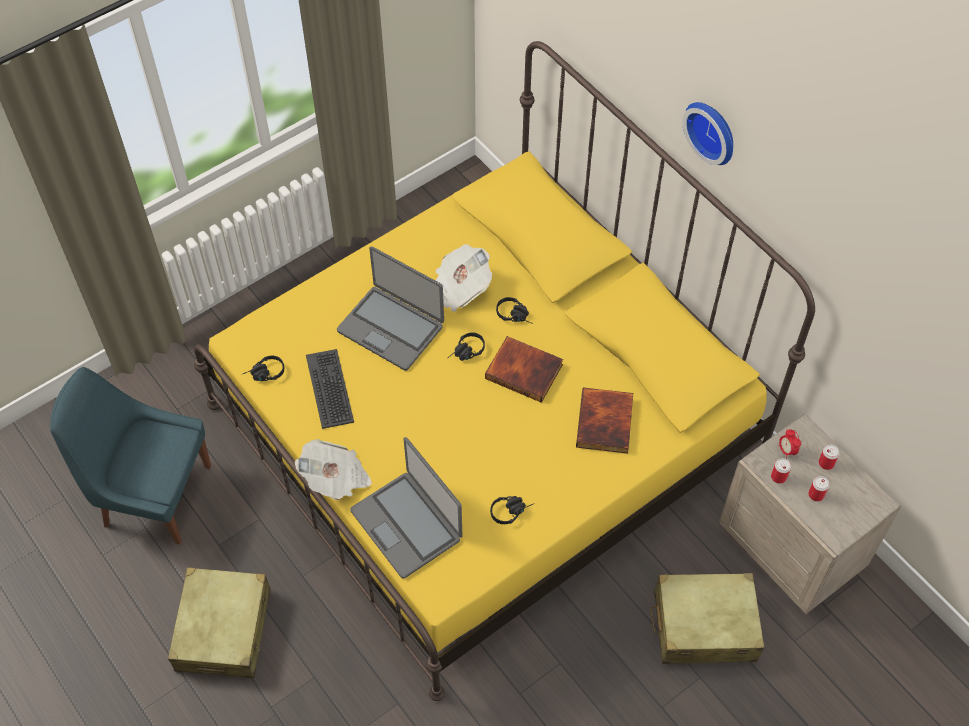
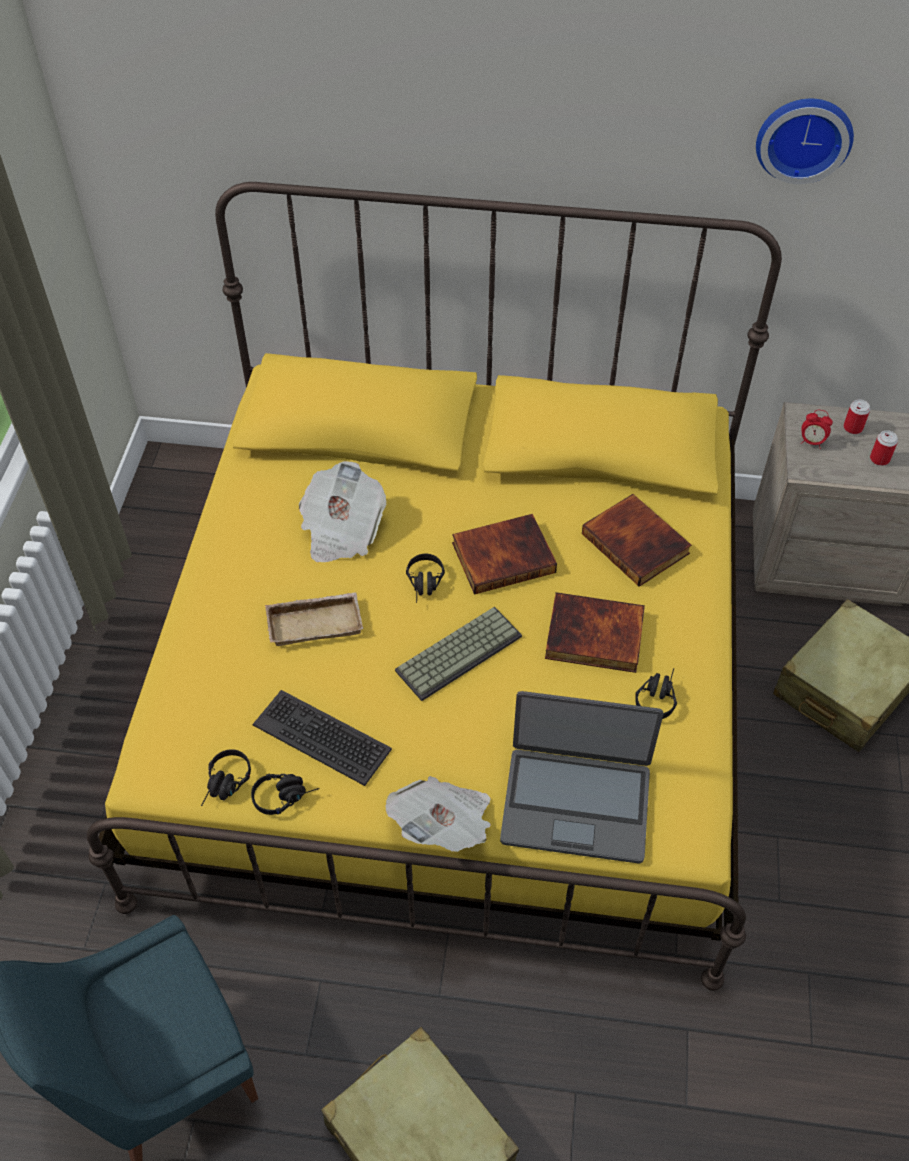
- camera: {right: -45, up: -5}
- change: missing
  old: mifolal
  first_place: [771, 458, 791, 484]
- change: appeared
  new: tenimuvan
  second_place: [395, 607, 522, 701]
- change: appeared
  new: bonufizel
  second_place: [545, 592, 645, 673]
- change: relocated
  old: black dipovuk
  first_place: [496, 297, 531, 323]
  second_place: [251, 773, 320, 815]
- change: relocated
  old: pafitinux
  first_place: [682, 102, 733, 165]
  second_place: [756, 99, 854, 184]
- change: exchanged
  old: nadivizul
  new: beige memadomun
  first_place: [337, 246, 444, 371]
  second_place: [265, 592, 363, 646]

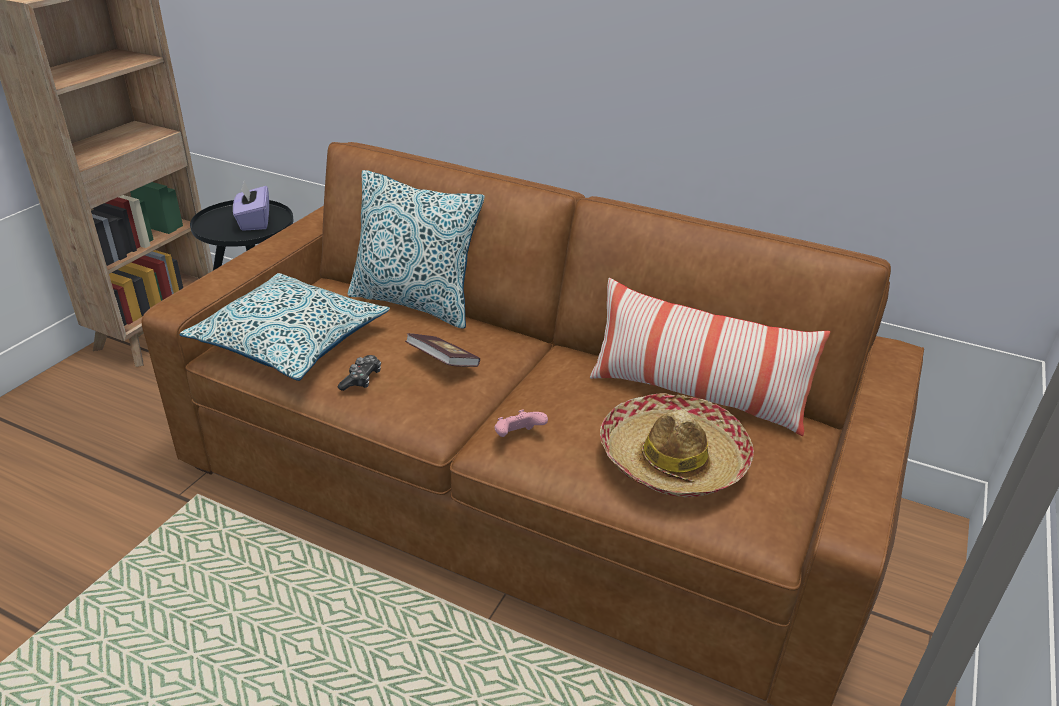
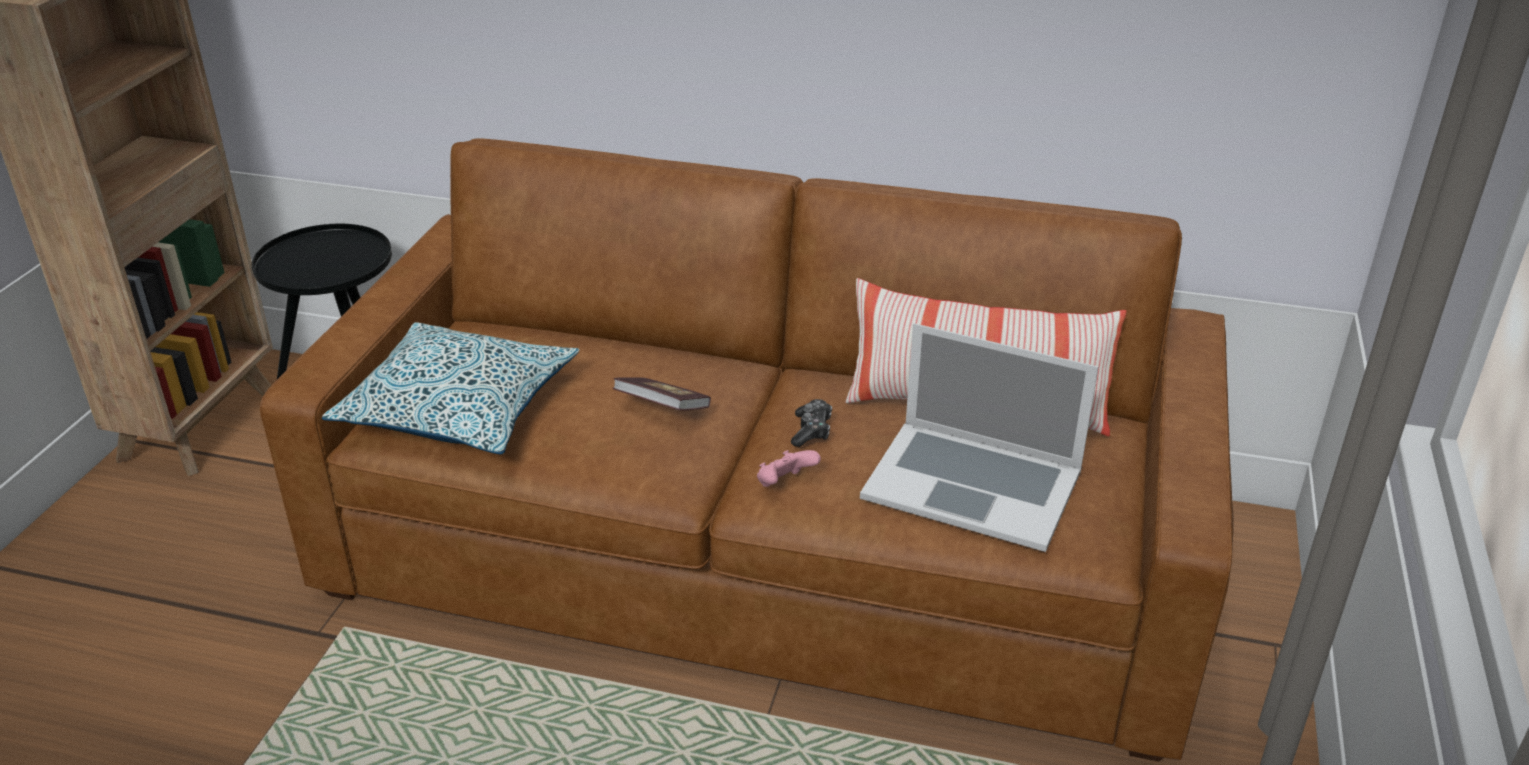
- camera: {right: -10, up: 0}
- change: missing
  old: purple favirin
  first_place: [233, 181, 269, 231]
- change: missing
  old: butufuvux
  first_place: [348, 170, 485, 329]
- change: relocated
  old: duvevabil
  first_place: [338, 355, 381, 391]
  second_place: [791, 399, 832, 447]
- change: exchanged
  old: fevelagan
  new: nadivizul
  first_place: [600, 393, 754, 497]
  second_place: [860, 323, 1098, 552]

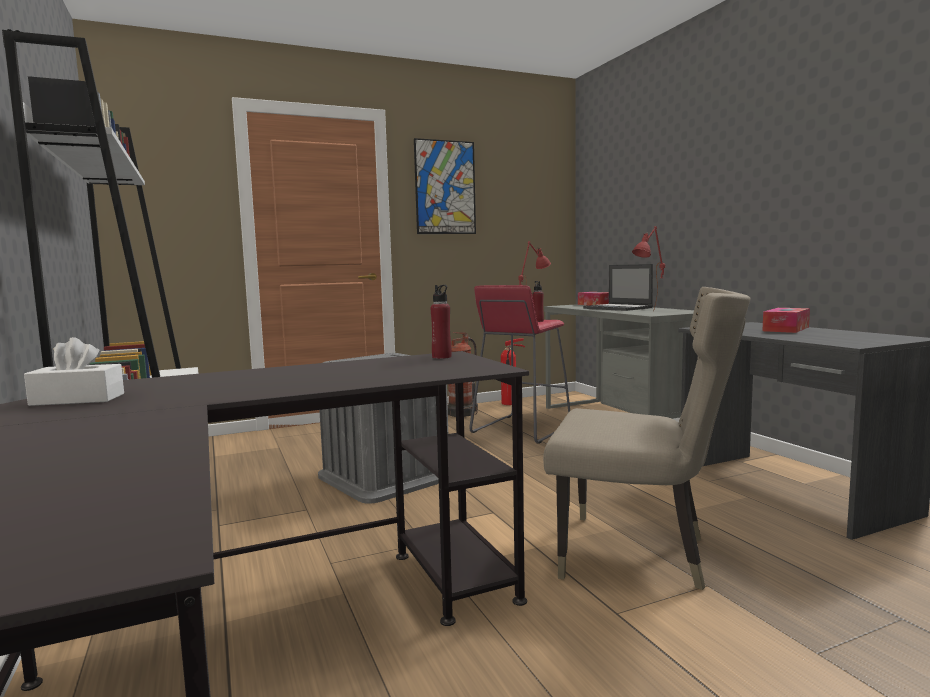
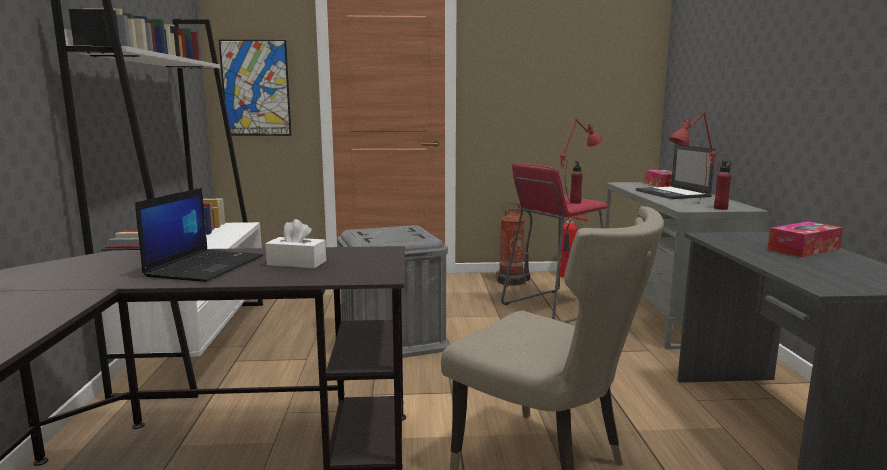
- camera: {right: 20, up: 5}
- change: appeared
  new: nadivizul
  second_place: [135, 188, 263, 282]
- change: relocated
  old: white favirin
  first_place: [24, 337, 124, 406]
  second_place: [265, 219, 326, 268]
- change: relocated
  old: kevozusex
  first_place: [414, 138, 476, 234]
  second_place: [219, 40, 291, 136]
- change: relocated
  old: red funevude
  first_place: [430, 285, 452, 359]
  second_place: [714, 161, 732, 210]

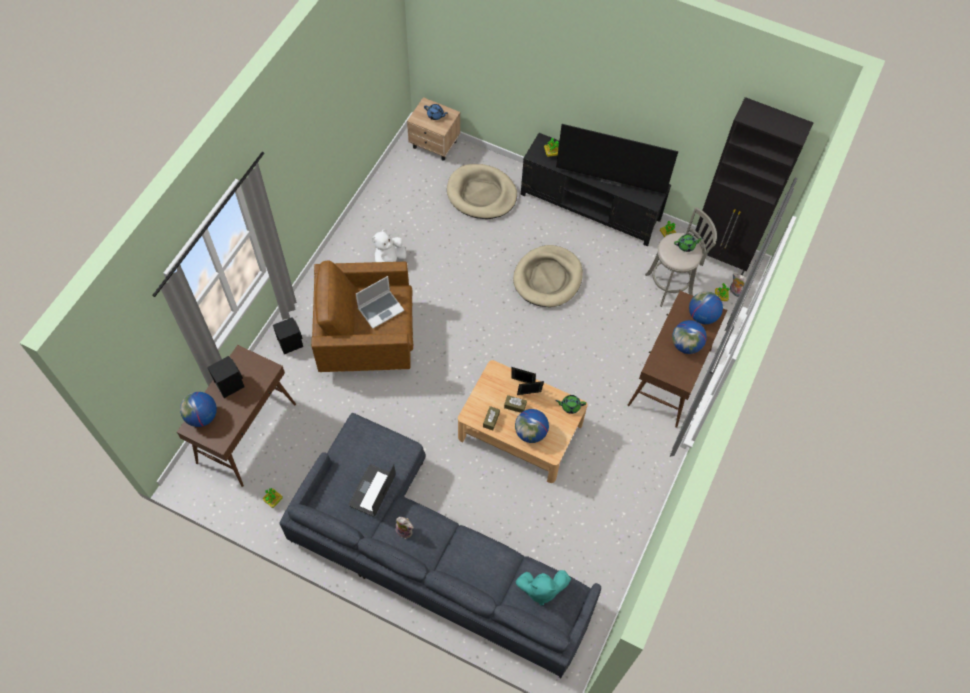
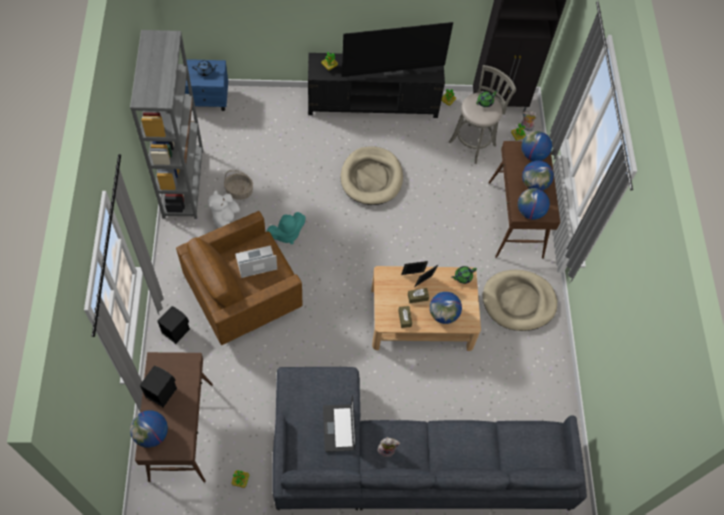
- camera: {right: -30, up: 0}
- change: appeared
  new: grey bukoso
  second_place: [130, 30, 203, 219]
- change: appeared
  new: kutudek
  second_place: [224, 170, 253, 200]
- change: appeared
  new: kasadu
  second_place: [518, 188, 550, 220]
- change: relocated
  old: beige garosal
  first_place: [447, 164, 517, 219]
  second_place: [483, 270, 557, 331]
- change: relocated
  old: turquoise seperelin
  first_place: [515, 570, 571, 606]
  second_place: [267, 212, 306, 244]
- change: colour
  old: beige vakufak
  new: blue vakufak
  first_place: [407, 97, 460, 161]
  second_place: [185, 59, 228, 111]
- change: spun
  old: nadivizul
  first_place: [356, 276, 404, 329]
  second_place: [235, 245, 277, 278]
  degrees: -135

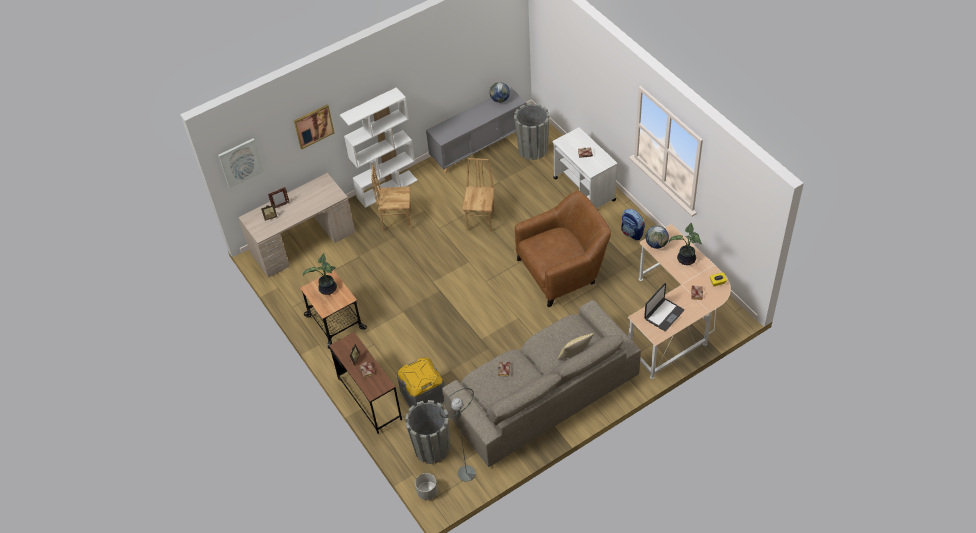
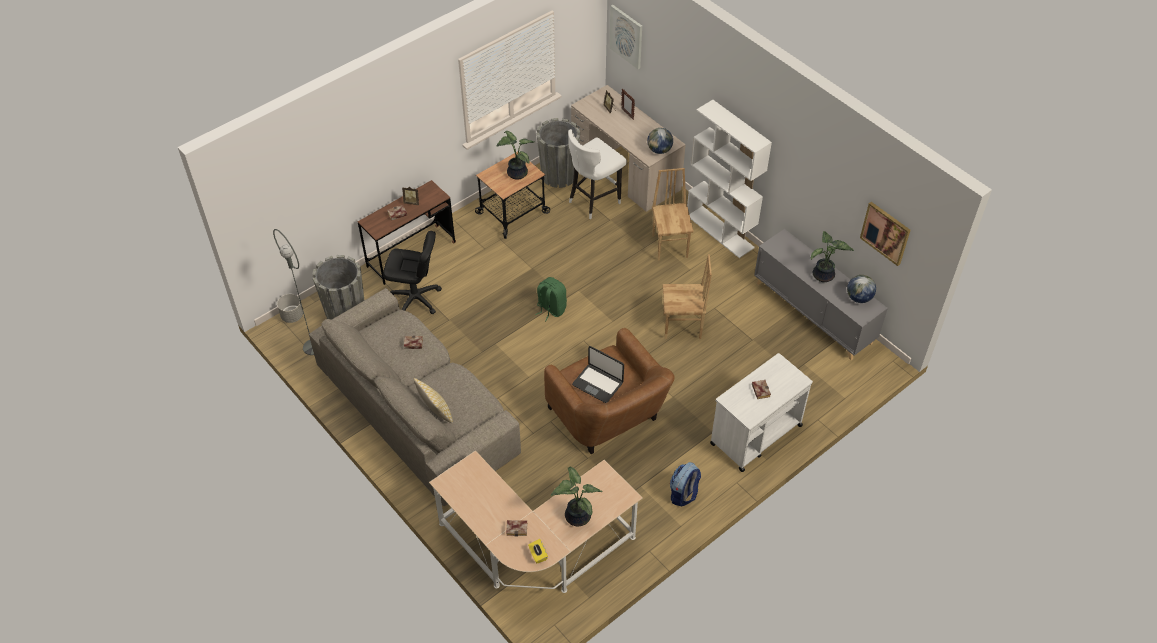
- camera: {right: 80, up: 0}
- change: appeared
  new: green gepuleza
  second_place: [535, 277, 567, 321]
- change: appeared
  new: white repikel
  second_place: [568, 129, 627, 219]
- change: appeared
  new: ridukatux
  second_place: [811, 231, 854, 282]
- change: relocated
  old: kevozusex
  first_place: [294, 105, 334, 149]
  second_place: [860, 202, 910, 266]
- change: relocated
  old: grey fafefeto
  first_place: [514, 103, 550, 160]
  second_place: [536, 118, 580, 188]
- change: relocated
  old: nadivizul
  first_place: [644, 283, 684, 331]
  second_place: [572, 346, 624, 403]
- change: relocated
  old: kasadu
  first_place: [645, 225, 669, 249]
  second_place: [647, 128, 673, 154]
- change: exchanged
  old: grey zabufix
  new: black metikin
  first_place: [397, 357, 444, 407]
  second_place: [383, 231, 442, 314]

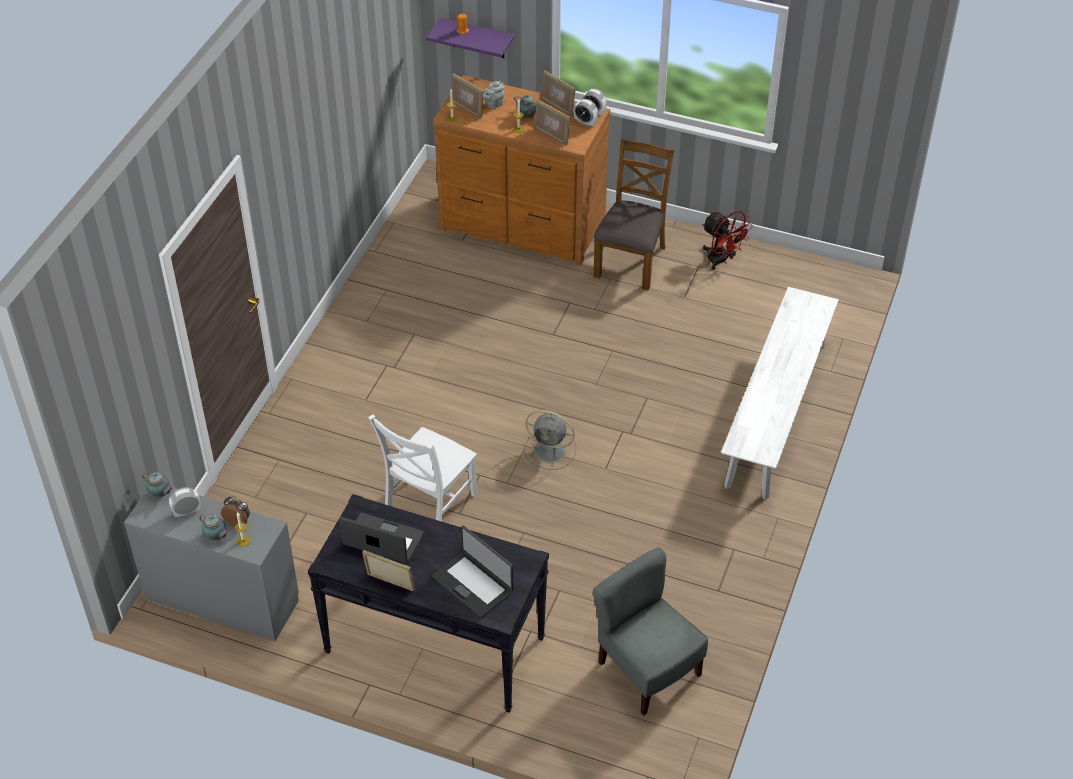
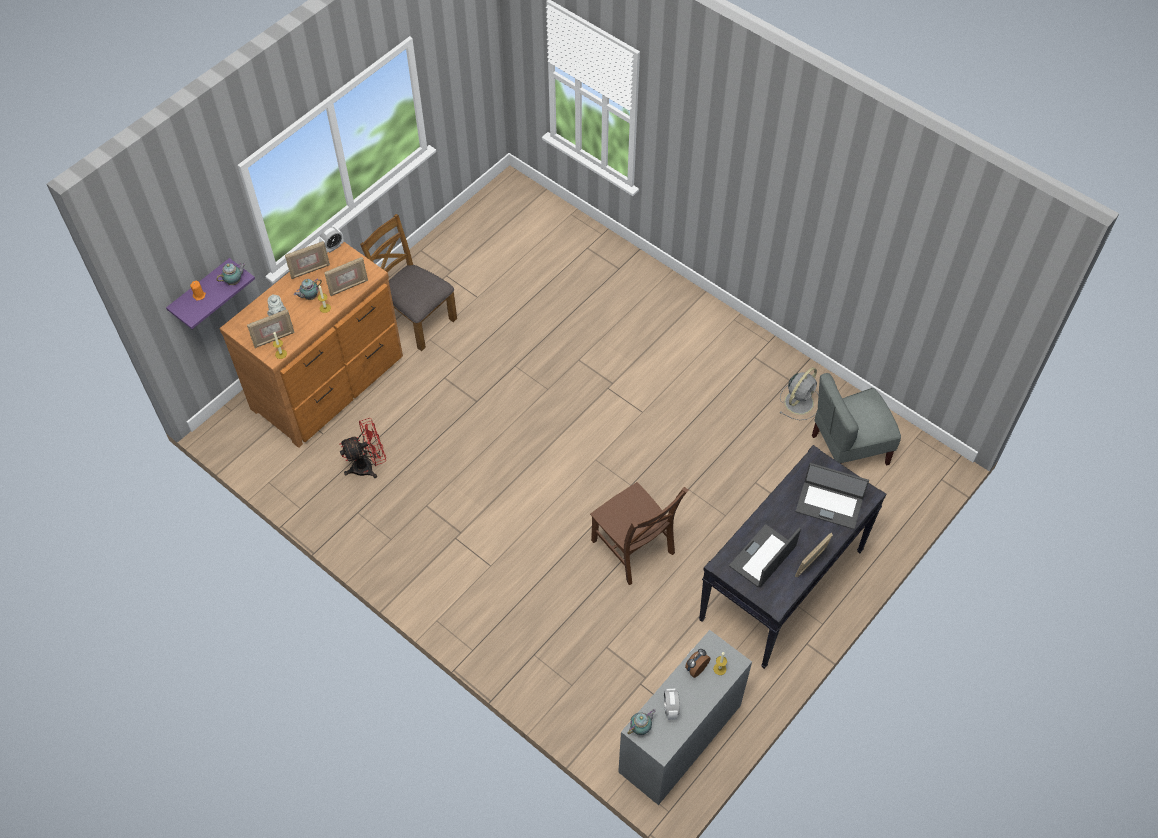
- camera: {right: -70, up: 10}
- change: missing
  old: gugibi
  first_place: [574, 99, 599, 127]
- change: missing
  old: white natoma
  first_place: [721, 287, 839, 500]
- change: relocated
  old: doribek
  first_place: [199, 514, 229, 541]
  second_place: [216, 263, 246, 285]
- change: relocated
  old: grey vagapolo
  first_place: [525, 410, 576, 470]
  second_place: [780, 367, 819, 420]
- change: relocated
  old: red vagapolo
  first_place: [702, 211, 753, 270]
  second_place: [340, 418, 386, 478]
- change: colour
  old: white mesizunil
  new: brown mesizunil
  first_place: [368, 414, 477, 522]
  second_place: [590, 482, 688, 585]
- change: spun
  old: nadivizul
  first_place: [432, 525, 514, 618]
  second_place: [796, 463, 869, 529]
  degrees: 45

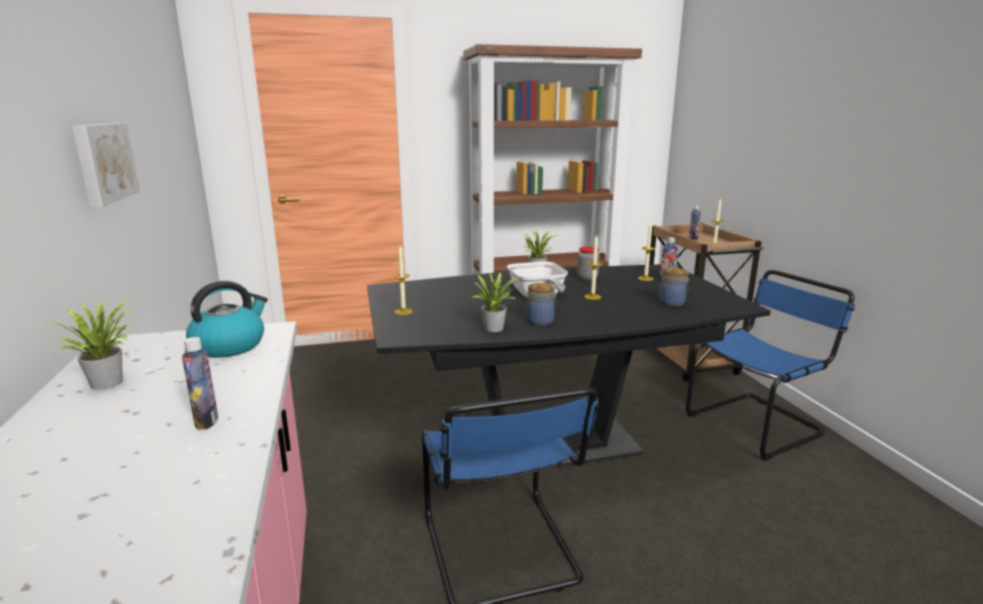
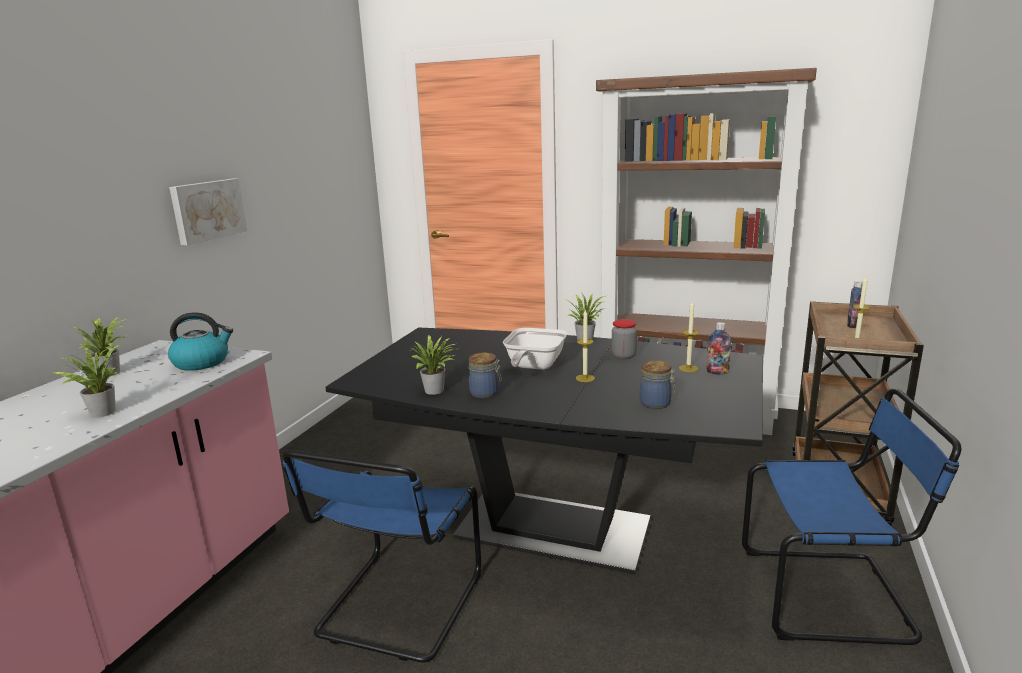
- camera: {right: 35, up: 0}
- change: missing
  old: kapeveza
  first_place: [394, 246, 413, 315]
- change: exchanged
  old: funevude
  new: ridukatux
  first_place: [182, 337, 218, 430]
  second_place: [52, 344, 121, 418]

